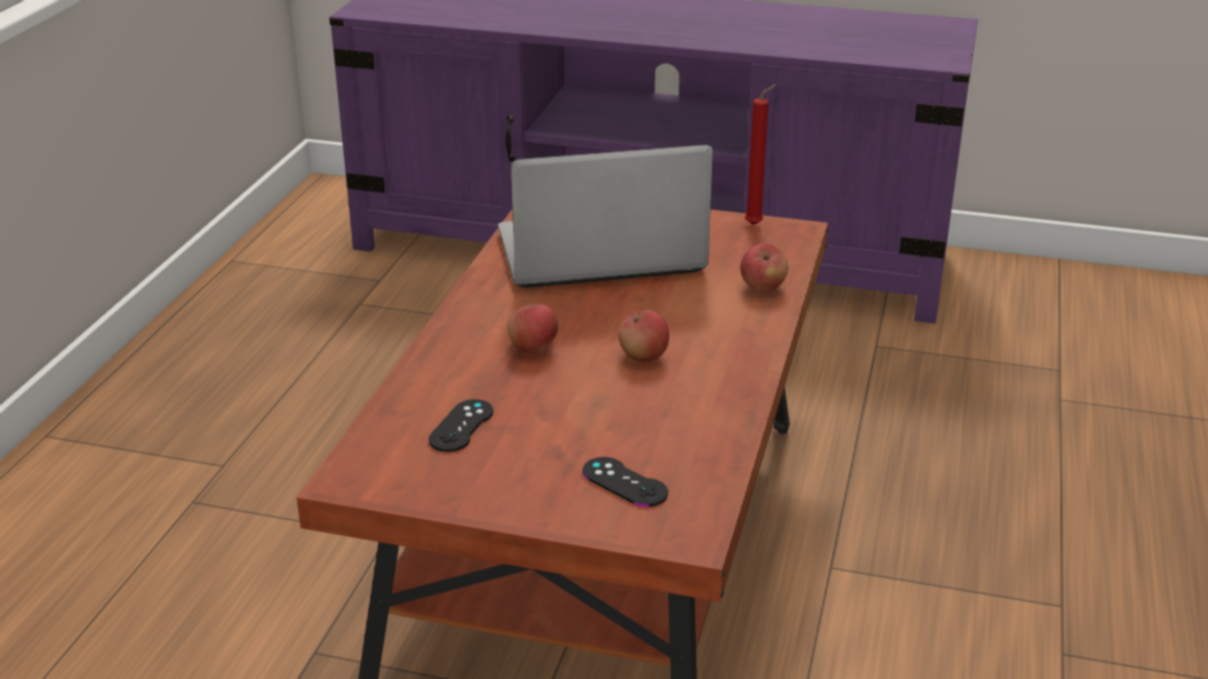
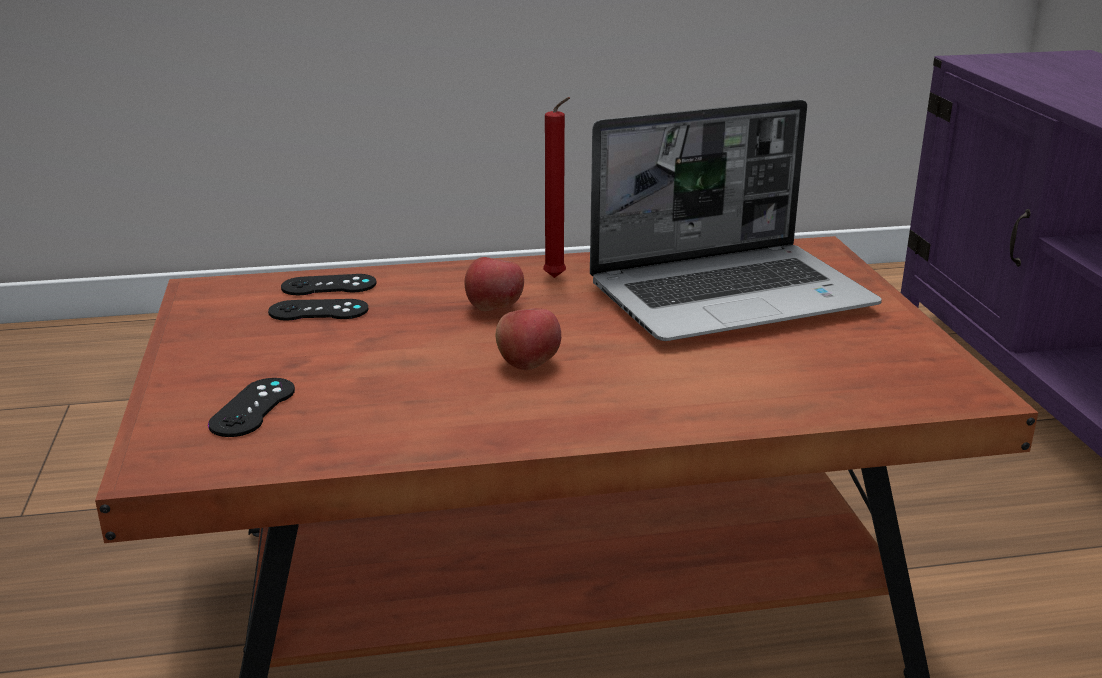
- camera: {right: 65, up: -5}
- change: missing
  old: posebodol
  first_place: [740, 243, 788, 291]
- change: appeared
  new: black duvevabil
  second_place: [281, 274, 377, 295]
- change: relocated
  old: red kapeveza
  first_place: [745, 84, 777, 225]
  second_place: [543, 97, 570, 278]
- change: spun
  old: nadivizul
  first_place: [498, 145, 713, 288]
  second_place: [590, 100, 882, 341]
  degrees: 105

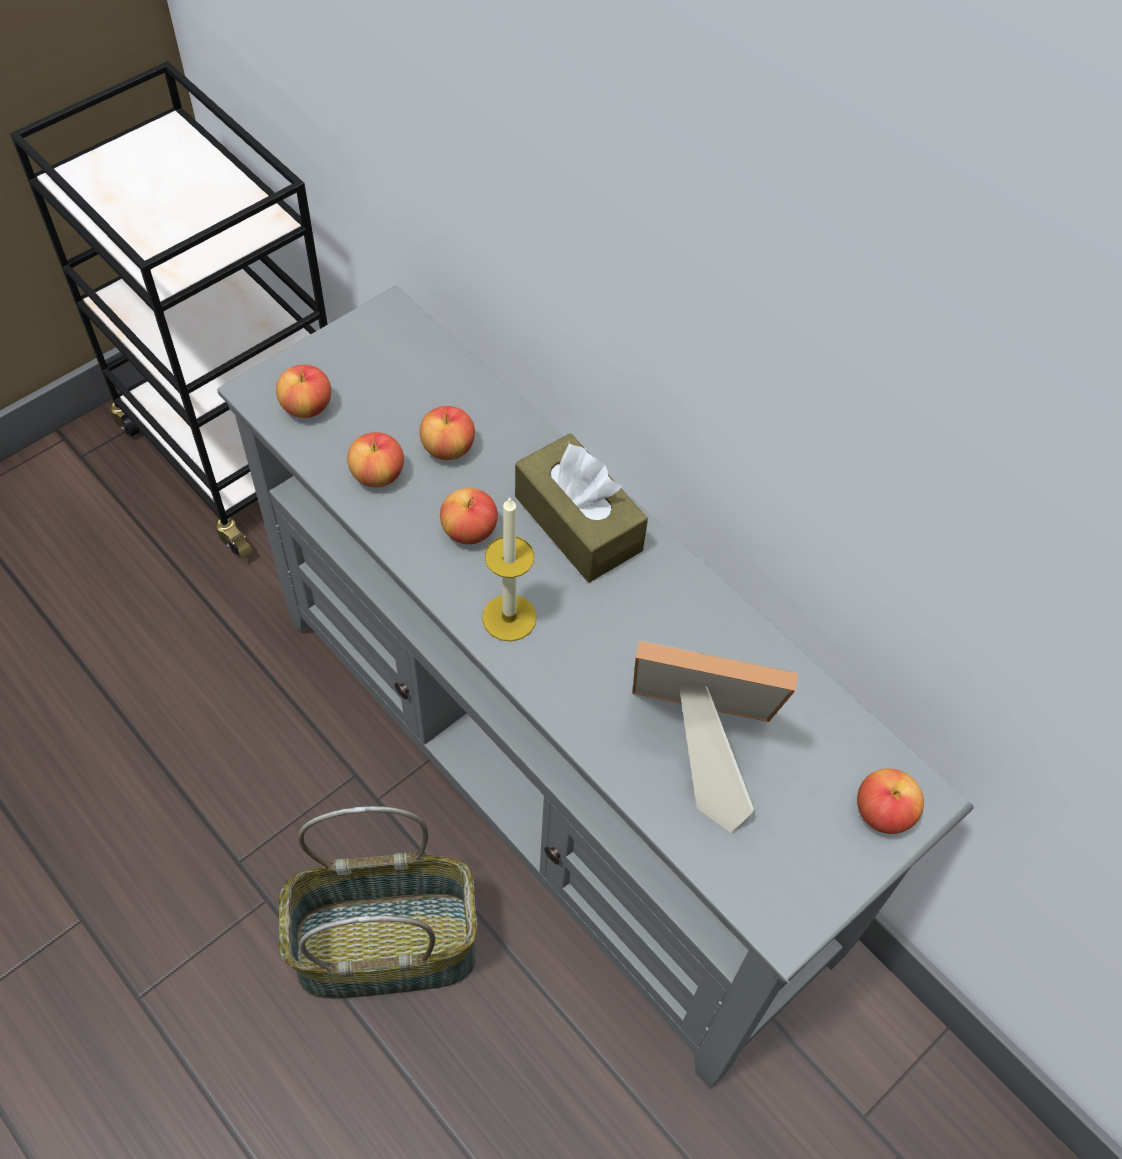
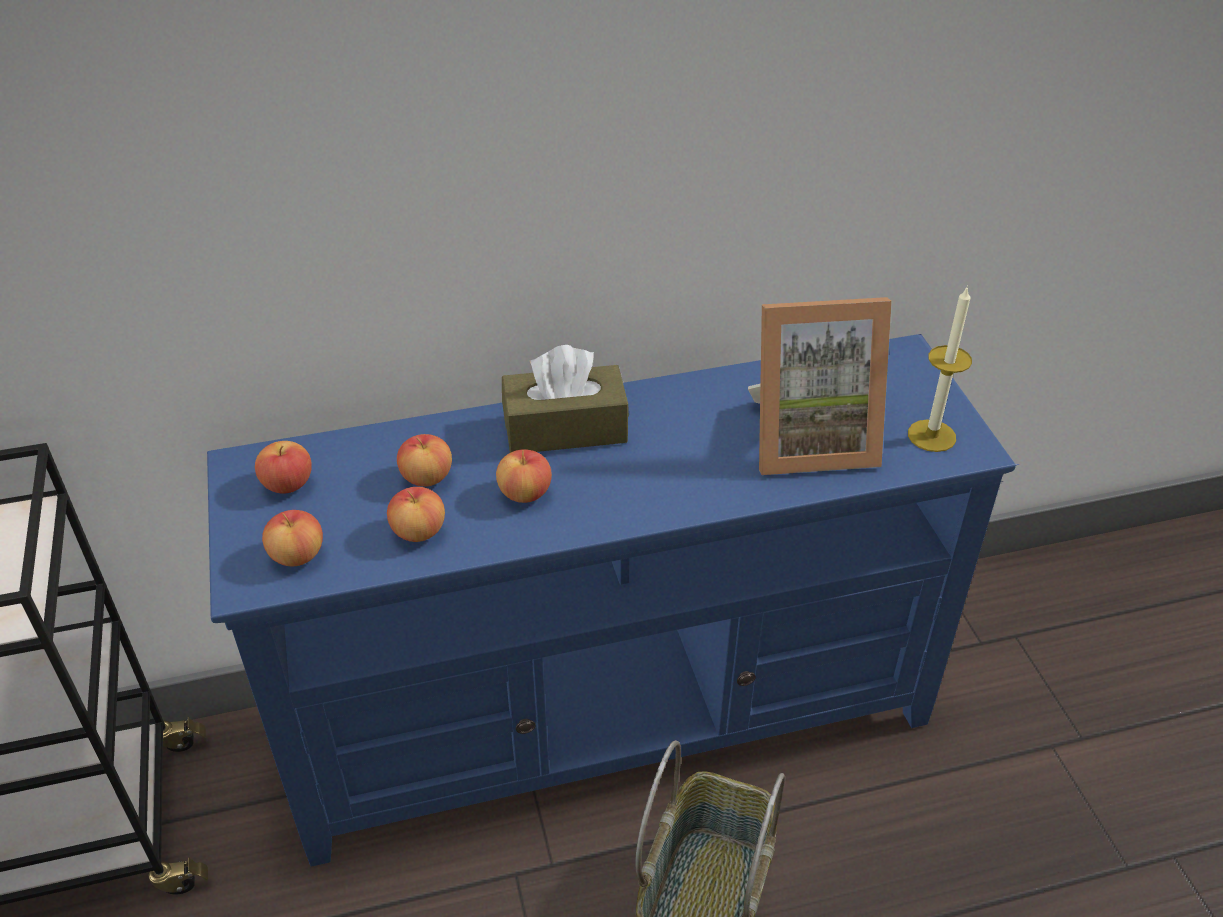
- camera: {right: -60, up: -15}
- change: relocated
  old: kapeveza
  first_place: [482, 496, 537, 641]
  second_place: [908, 285, 972, 452]
- change: relocated
  old: posebodol
  first_place: [857, 768, 924, 834]
  second_place: [255, 441, 312, 493]
- change: colour
  old: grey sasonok
  new: blue sasonok
  first_place: [217, 285, 974, 1089]
  second_place: [207, 334, 1019, 867]
- change: spun
  old: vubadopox
  first_place: [632, 640, 799, 833]
  second_place: [748, 297, 892, 475]
  degrees: -135

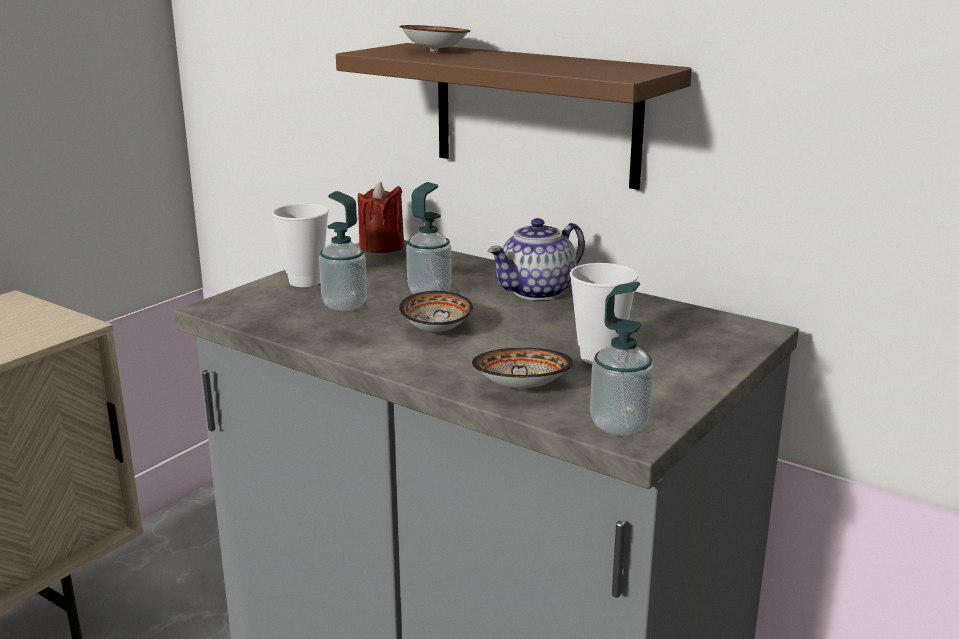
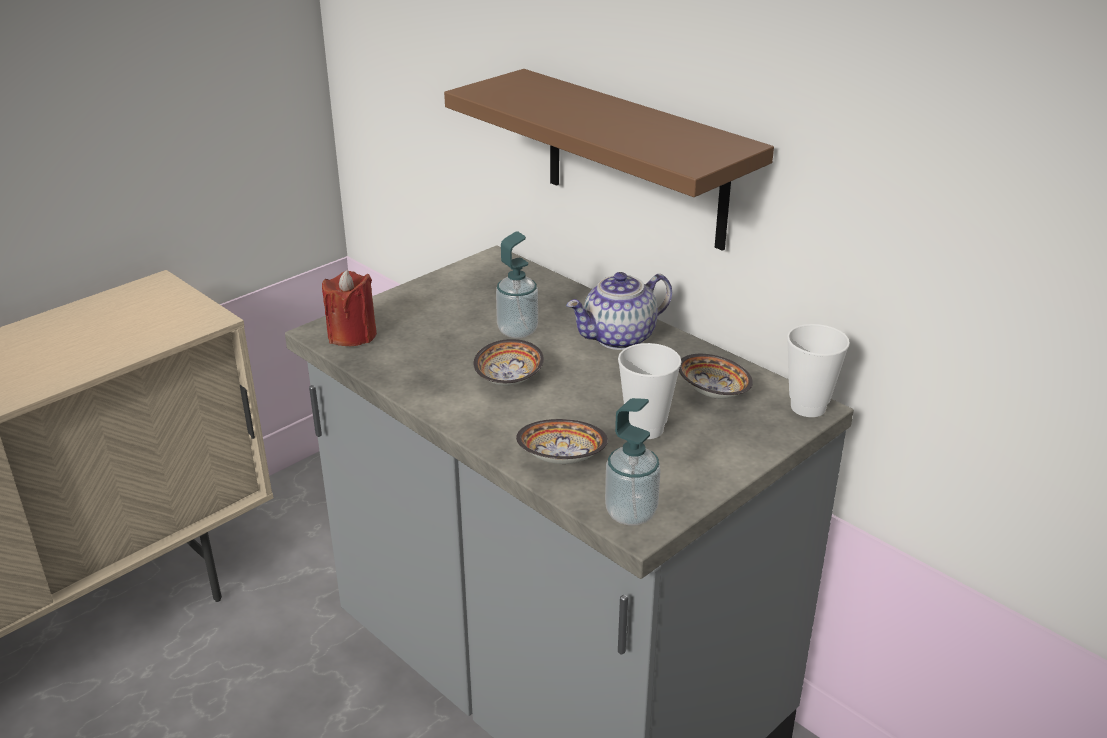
- camera: {right: 10, up: 10}
- change: missing
  old: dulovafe
  first_place: [319, 191, 367, 311]
- change: relocated
  old: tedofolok
  first_place: [272, 203, 329, 287]
  second_place: [787, 324, 850, 417]
- change: relocated
  old: red kapeveza
  first_place: [358, 182, 404, 253]
  second_place: [322, 269, 377, 346]
- change: relocated
  old: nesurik
  first_place: [399, 25, 470, 52]
  second_place: [679, 354, 753, 399]

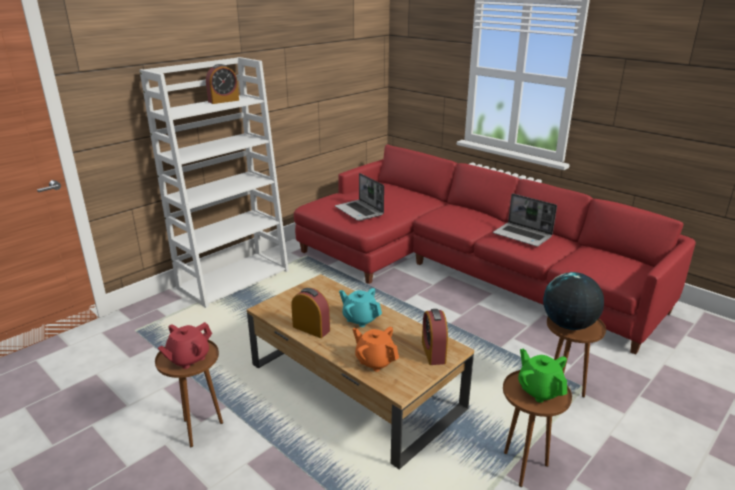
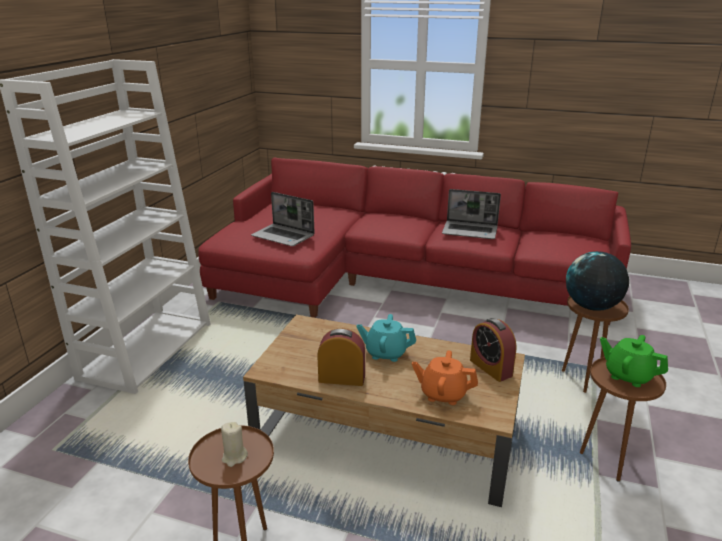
- camera: {right: -25, up: 0}
- change: missing
  old: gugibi
  first_place: [206, 64, 239, 104]
- change: exchanged
  old: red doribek
  new: beige kapeveza
  first_place: [158, 322, 212, 369]
  second_place: [221, 422, 248, 467]

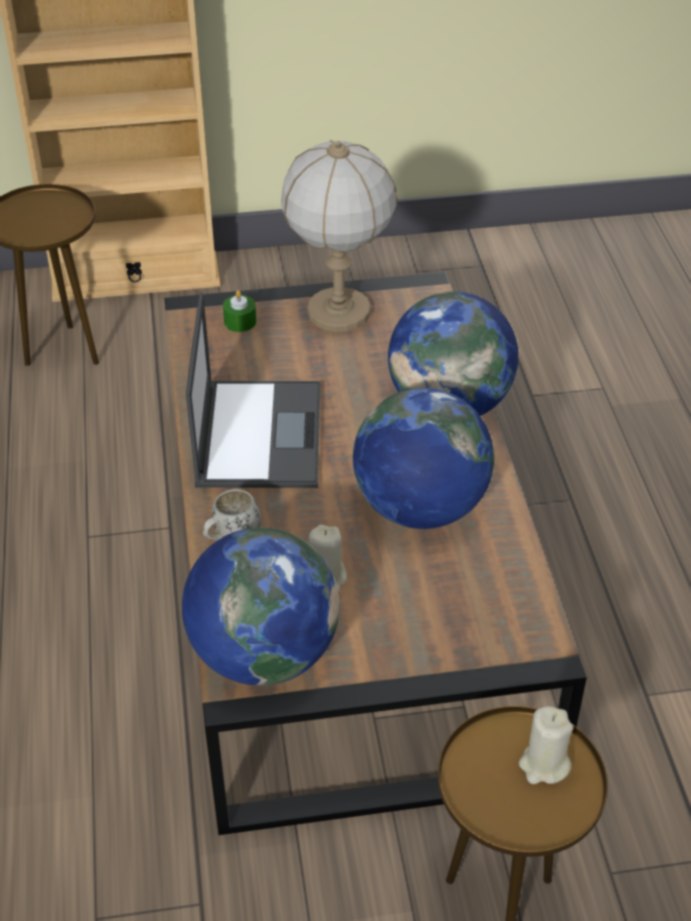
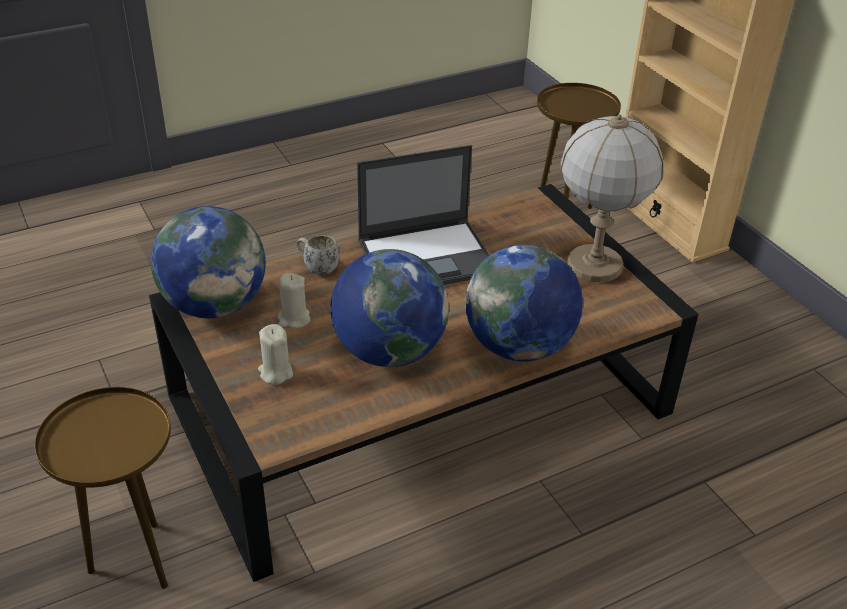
- camera: {right: 70, up: -5}
- change: missing
  old: green kapeveza
  first_place: [223, 290, 257, 332]
- change: relocated
  old: beige kapeveza
  first_place: [519, 706, 573, 784]
  second_place: [258, 324, 293, 385]

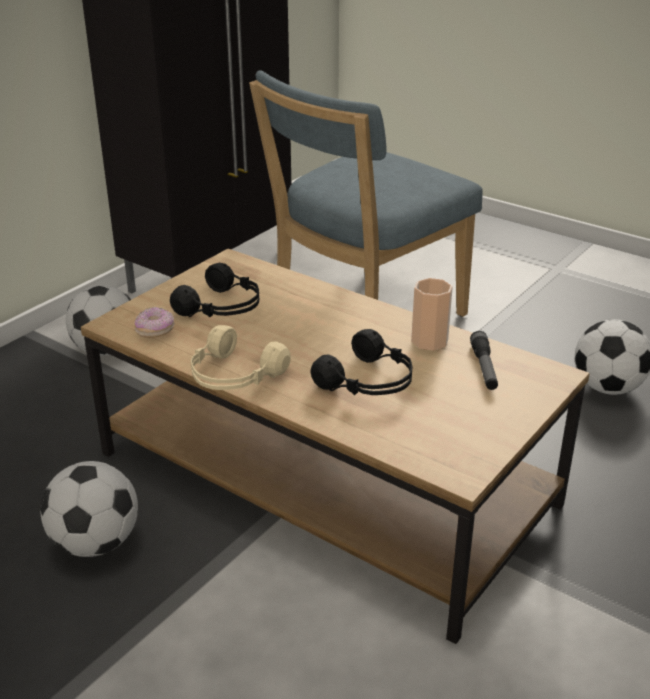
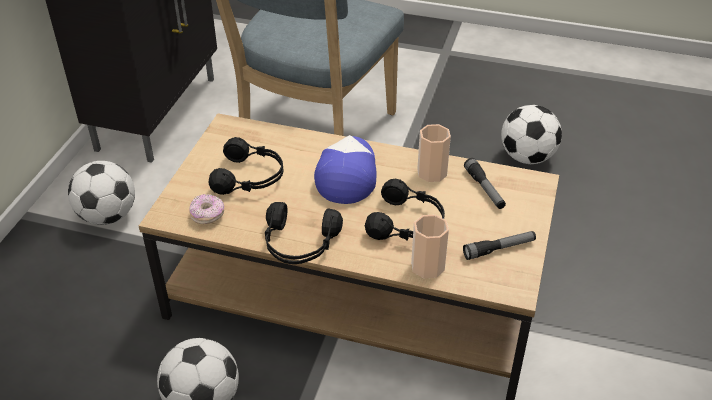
- camera: {right: -20, up: 10}
- change: appeared
  new: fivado
  second_place: [314, 135, 376, 204]
- change: appeared
  new: tedofolok
  second_place: [411, 215, 449, 278]
- change: appeared
  new: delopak
  second_place: [463, 231, 536, 260]
- change: colour
  old: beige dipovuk
  new: black dipovuk
  first_place: [191, 325, 291, 390]
  second_place: [265, 202, 343, 264]

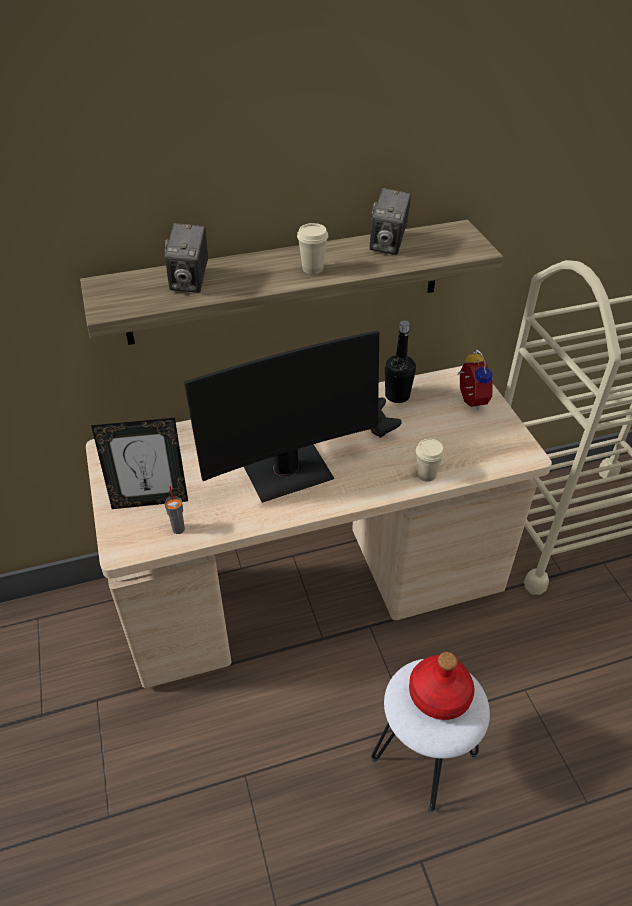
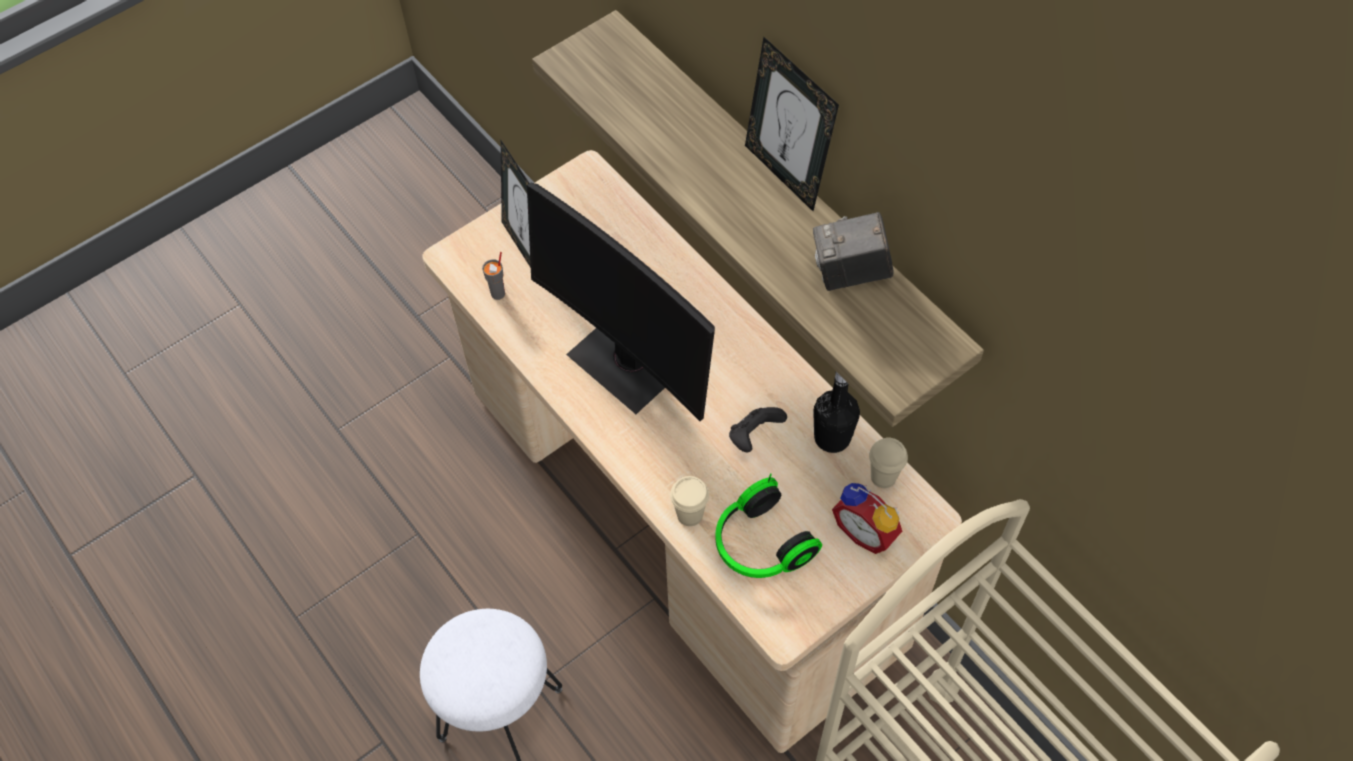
- camera: {right: 70, up: 15}
- change: missing
  old: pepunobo
  first_place: [165, 223, 208, 293]
- change: missing
  old: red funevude
  first_place: [409, 652, 474, 720]
- change: appeared
  new: dipovuk
  second_place: [716, 473, 822, 578]
- change: appeared
  new: vubadopox
  second_place: [745, 37, 839, 211]
- change: relocated
  old: beige tedofolok
  first_place: [297, 223, 328, 274]
  second_place: [869, 438, 908, 488]
- change: spun
  old: gugibi
  first_place: [458, 350, 493, 410]
  second_place: [832, 483, 902, 554]
  degrees: 75

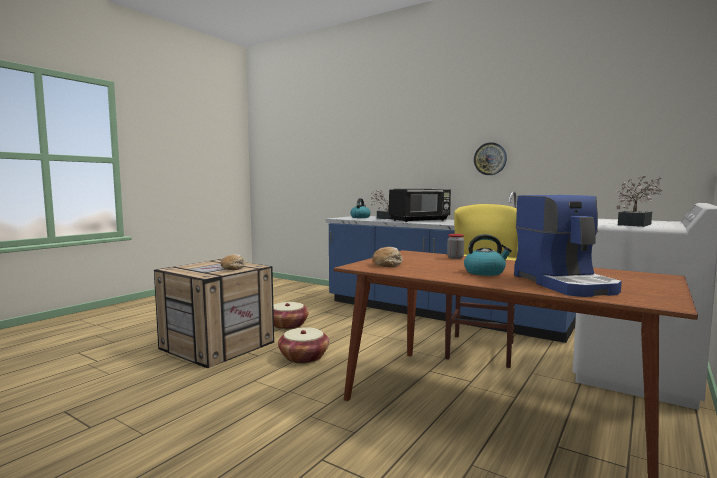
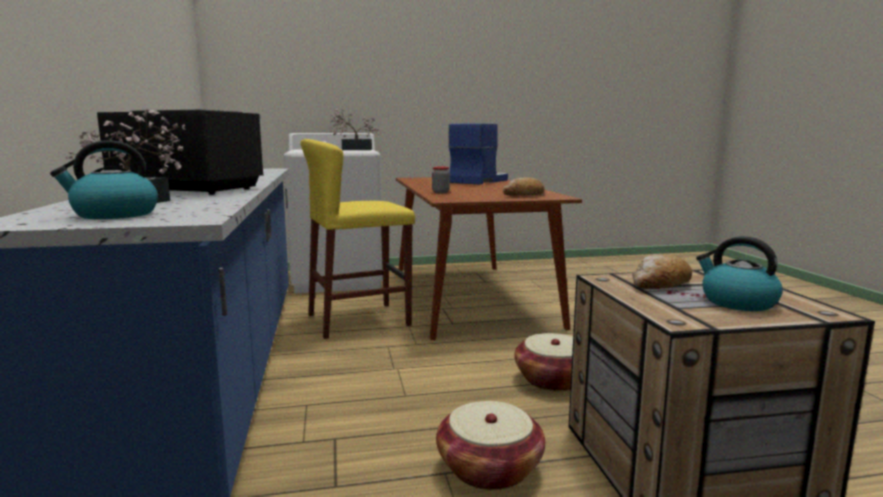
- camera: {right: -135, up: 5}
- change: missing
  old: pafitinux
  first_place: [474, 142, 507, 175]
- change: relocated
  old: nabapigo
  first_place: [464, 234, 512, 276]
  second_place: [696, 236, 783, 311]

